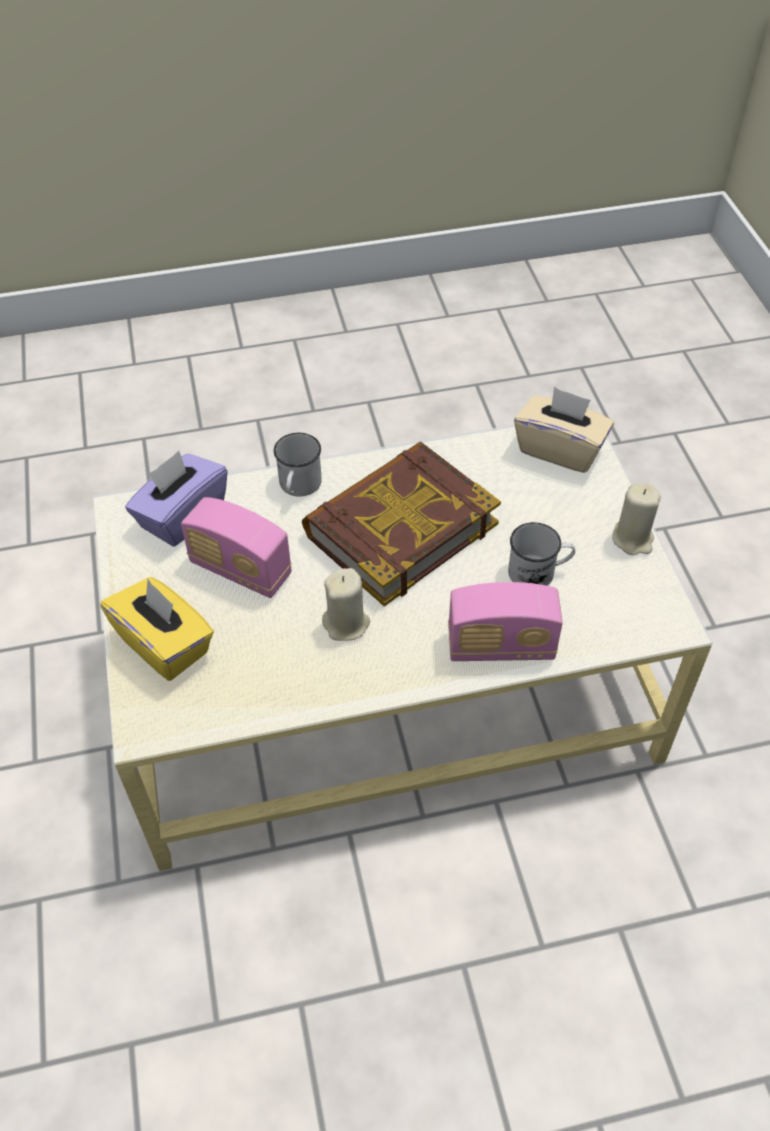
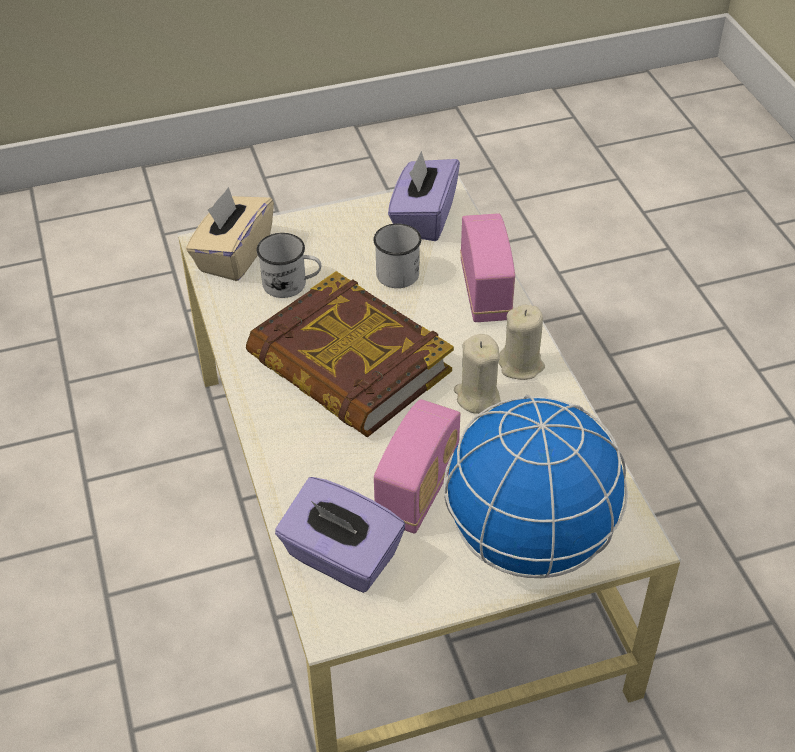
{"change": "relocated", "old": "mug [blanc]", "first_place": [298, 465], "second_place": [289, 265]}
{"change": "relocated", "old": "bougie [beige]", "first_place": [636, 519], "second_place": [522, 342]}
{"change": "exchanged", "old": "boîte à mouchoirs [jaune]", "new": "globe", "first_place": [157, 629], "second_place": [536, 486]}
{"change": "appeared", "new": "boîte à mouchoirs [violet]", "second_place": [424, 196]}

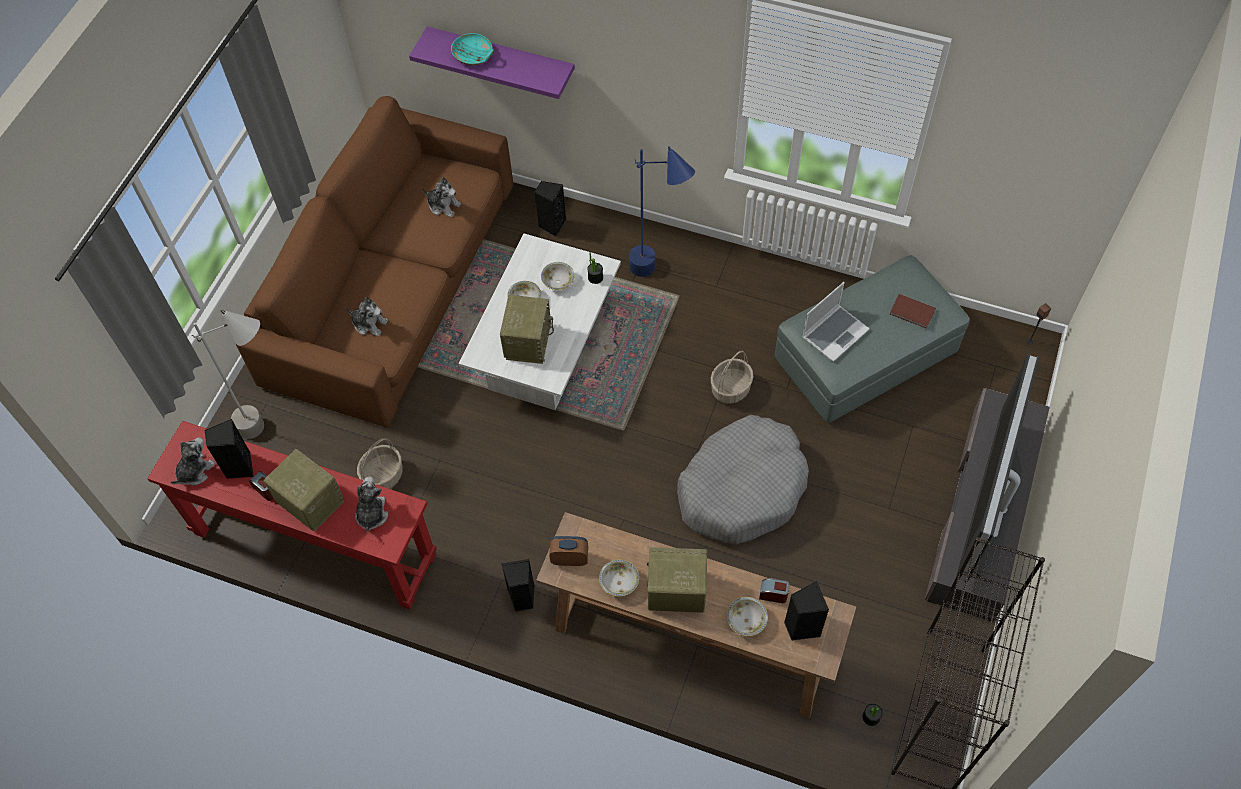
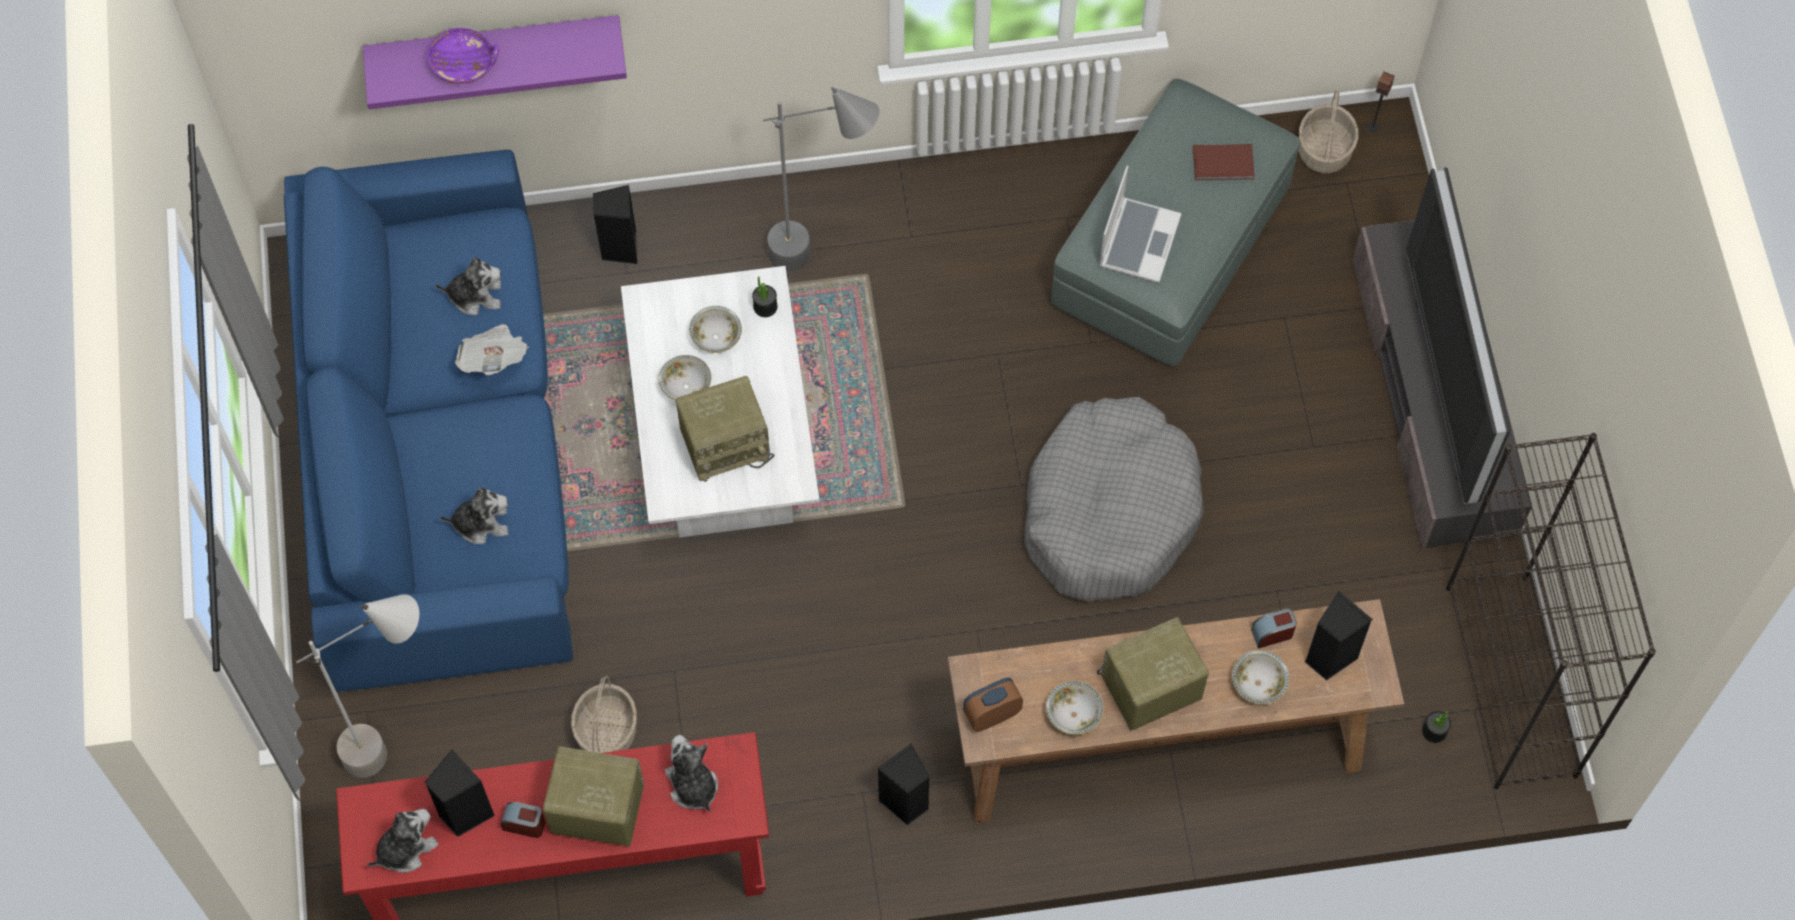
{"change": "colour", "old": "bol [turquoise]", "new": "bol [violet]", "first_place": [472, 49], "second_place": [462, 56]}
{"change": "colour", "old": "canapé [marron]", "new": "canapé [bleu]", "first_place": [374, 262], "second_place": [428, 421]}
{"change": "colour", "old": "lampadaire [bleu]", "new": "lampadaire [gris]", "first_place": [662, 211], "second_place": [821, 179]}
{"change": "spun", "old": "radio", "first_place": [527, 329], "second_place": [724, 429], "degrees": 90}
{"change": "relocated", "old": "panier", "first_place": [732, 377], "second_place": [1328, 131]}
{"change": "spun", "old": "peluche", "first_place": [193, 461], "second_place": [402, 841], "degrees": 45}
{"change": "appeared", "new": "journal", "second_place": [492, 349]}

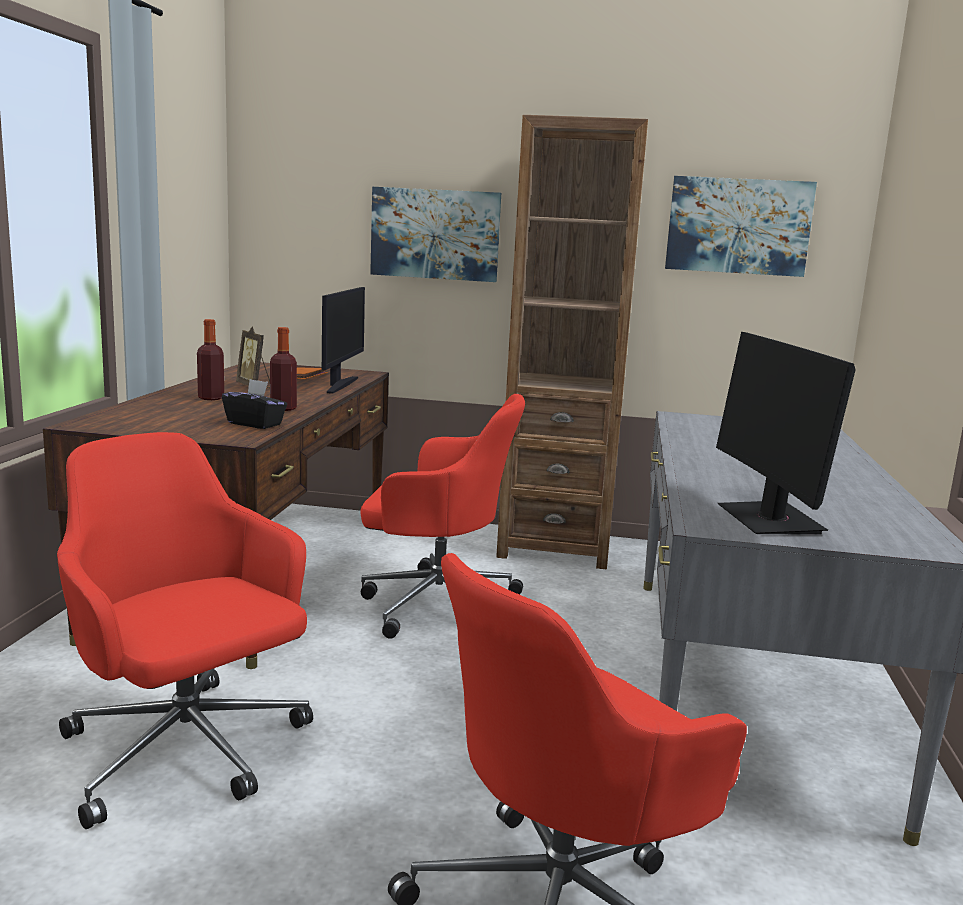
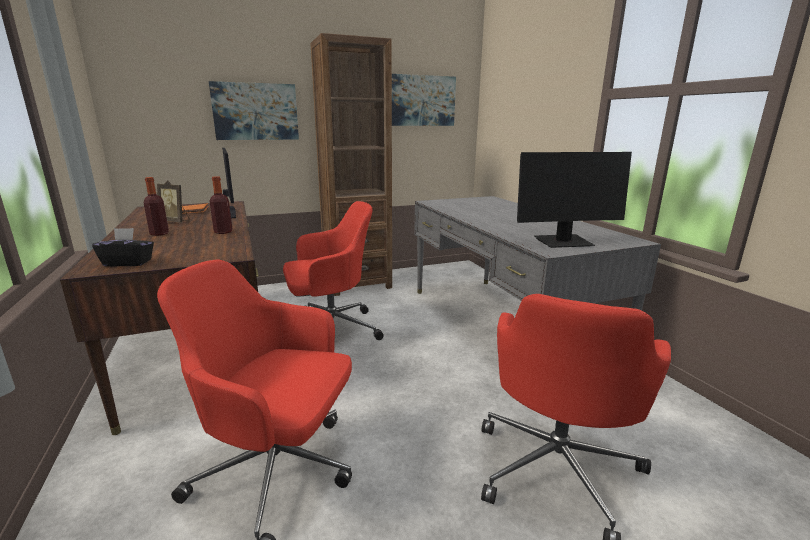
{"change": "spun", "old": "écran d'ordinateur", "first_place": [786, 433], "second_place": [574, 200], "degrees": -60}
{"change": "relocated", "old": "boîte à mouchoirs [noir]", "first_place": [254, 404], "second_place": [123, 247]}

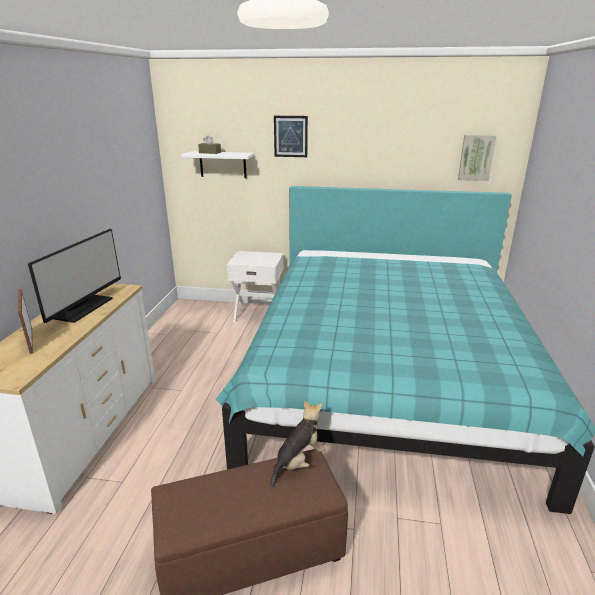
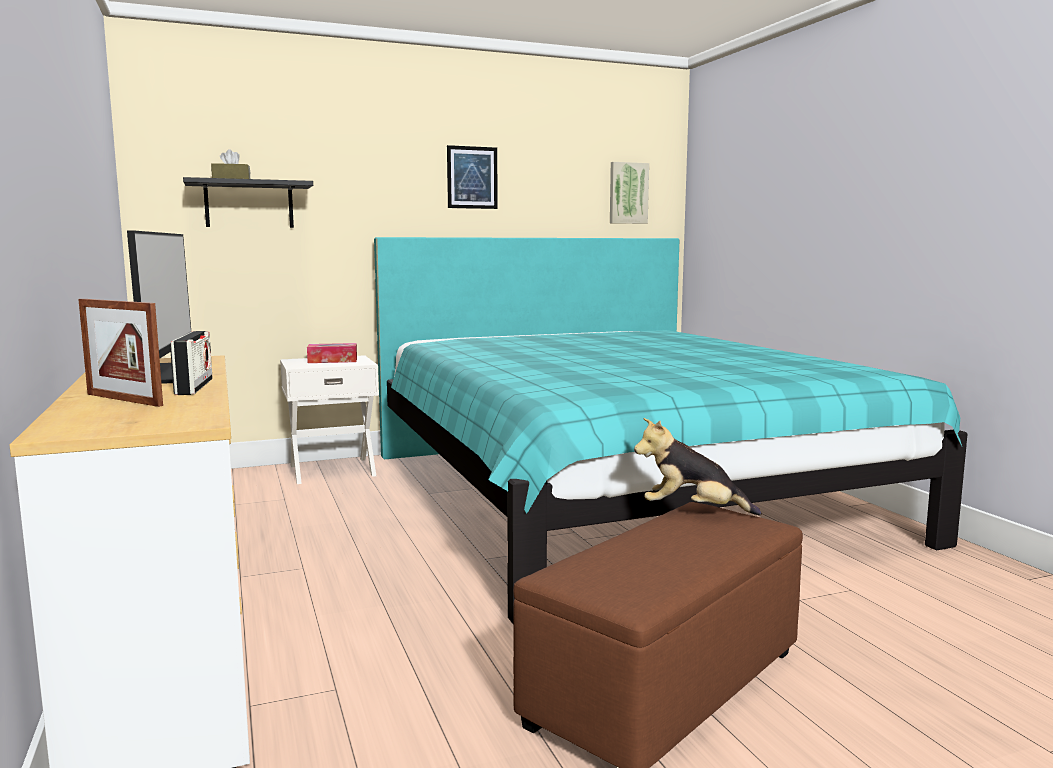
{"change": "relocated", "old": "tableau", "first_place": [291, 136], "second_place": [472, 177]}
{"change": "colour", "old": "étagère [blanc]", "new": "étagère [noir]", "first_place": [218, 164], "second_place": [248, 202]}
{"change": "spun", "old": "peluche", "first_place": [297, 444], "second_place": [697, 467], "degrees": -90}
{"change": "appeared", "new": "radio", "second_place": [191, 363]}
{"change": "appeared", "new": "boîte à mouchoirs", "second_place": [332, 353]}

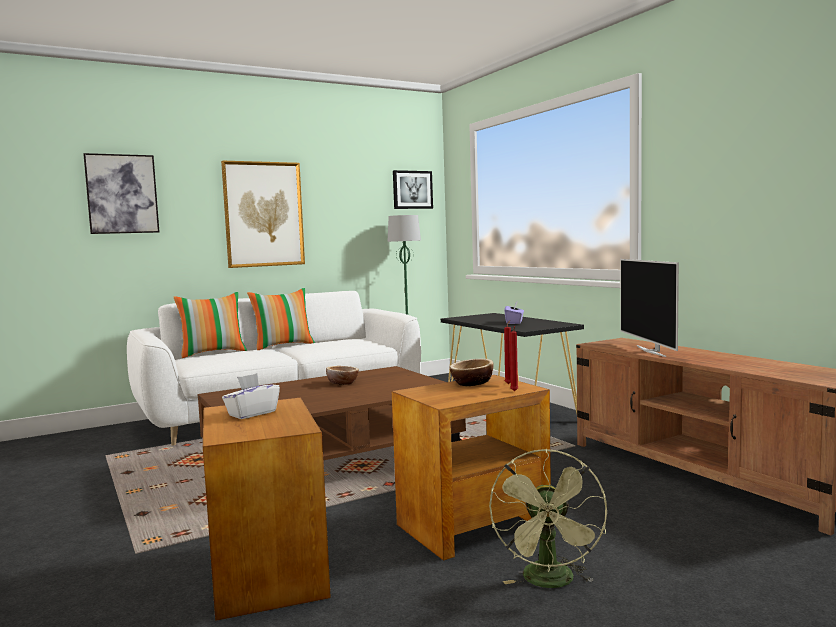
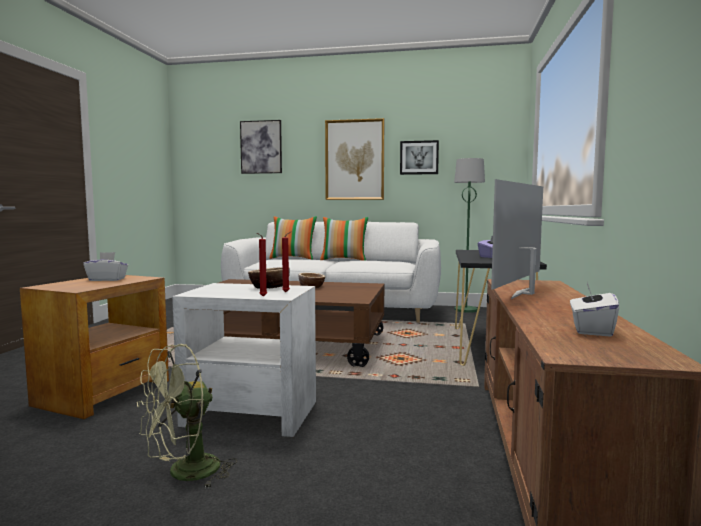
{"change": "relocated", "old": "tableau", "first_place": [413, 189], "second_place": [419, 157]}
{"change": "colour", "old": "table d'appoint [marron]", "new": "table d'appoint [blanc]", "first_place": [471, 468], "second_place": [244, 360]}
{"change": "appeared", "new": "boîte à mouchoirs [blanc]", "second_place": [594, 309]}

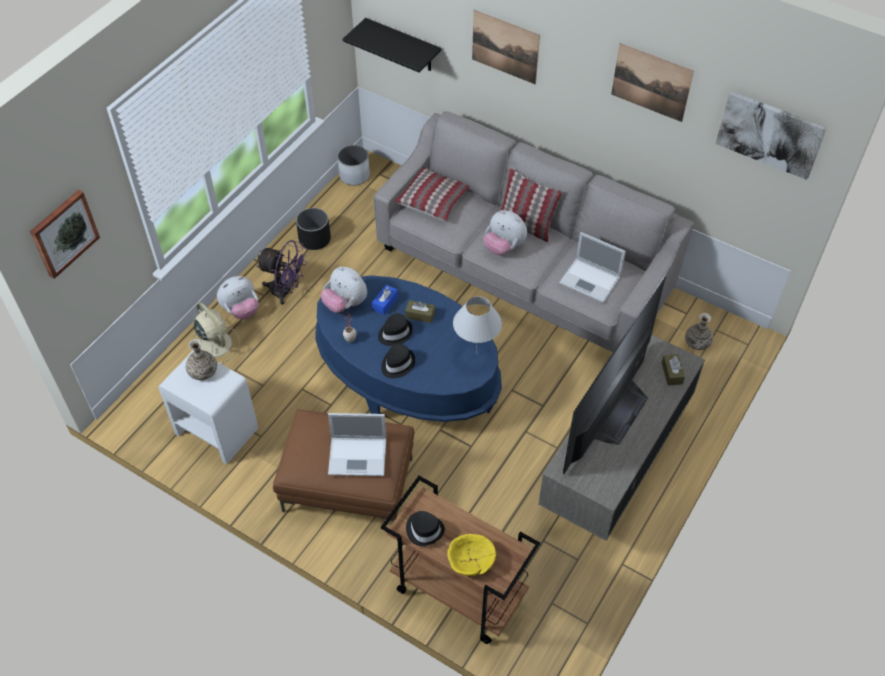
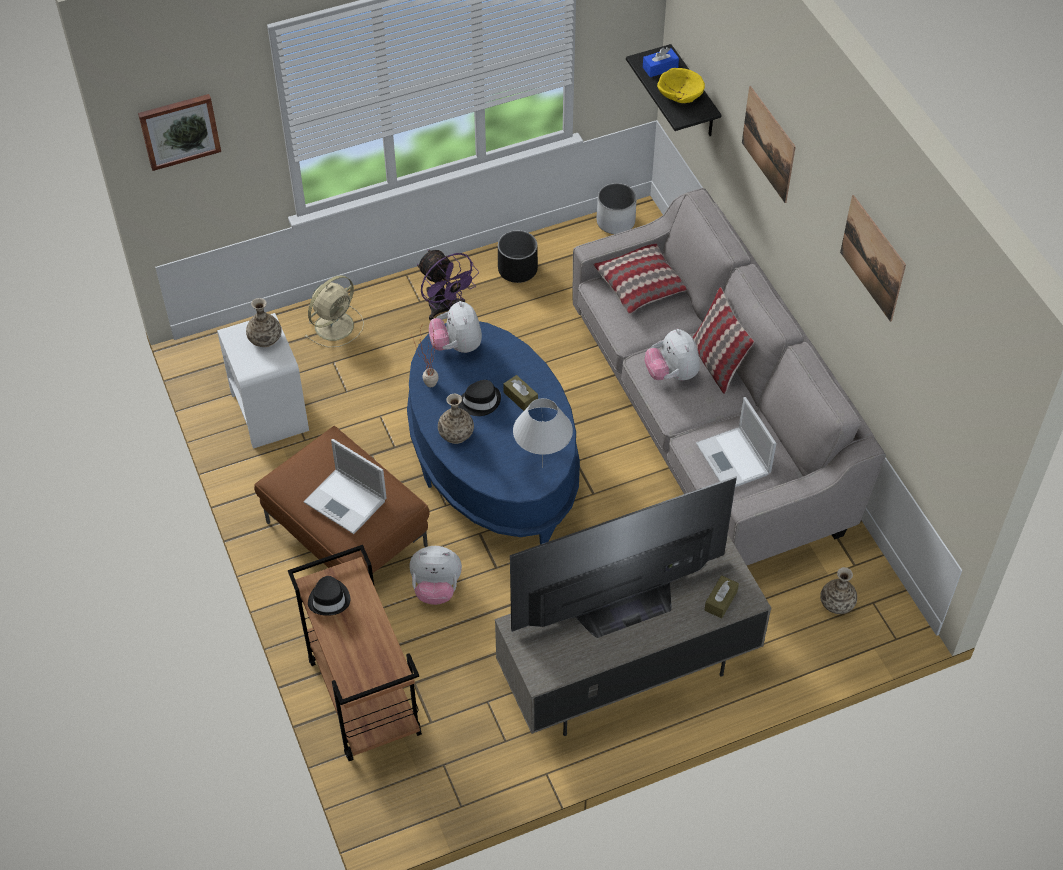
{"change": "missing", "old": "tableau", "first_place": [771, 135]}
{"change": "relocated", "old": "peluche", "first_place": [238, 297], "second_place": [435, 575]}
{"change": "relocated", "old": "boîte à mouchoirs [bleu]", "first_place": [385, 300], "second_place": [661, 62]}
{"change": "spun", "old": "ventilateur [beige]", "first_place": [215, 333], "second_place": [334, 311], "degrees": 45}
{"change": "exchanged", "old": "chapeau [noir]", "new": "vase", "first_place": [398, 361], "second_place": [456, 419]}
{"change": "relocated", "old": "bol [jaune]", "first_place": [471, 555], "second_place": [681, 85]}

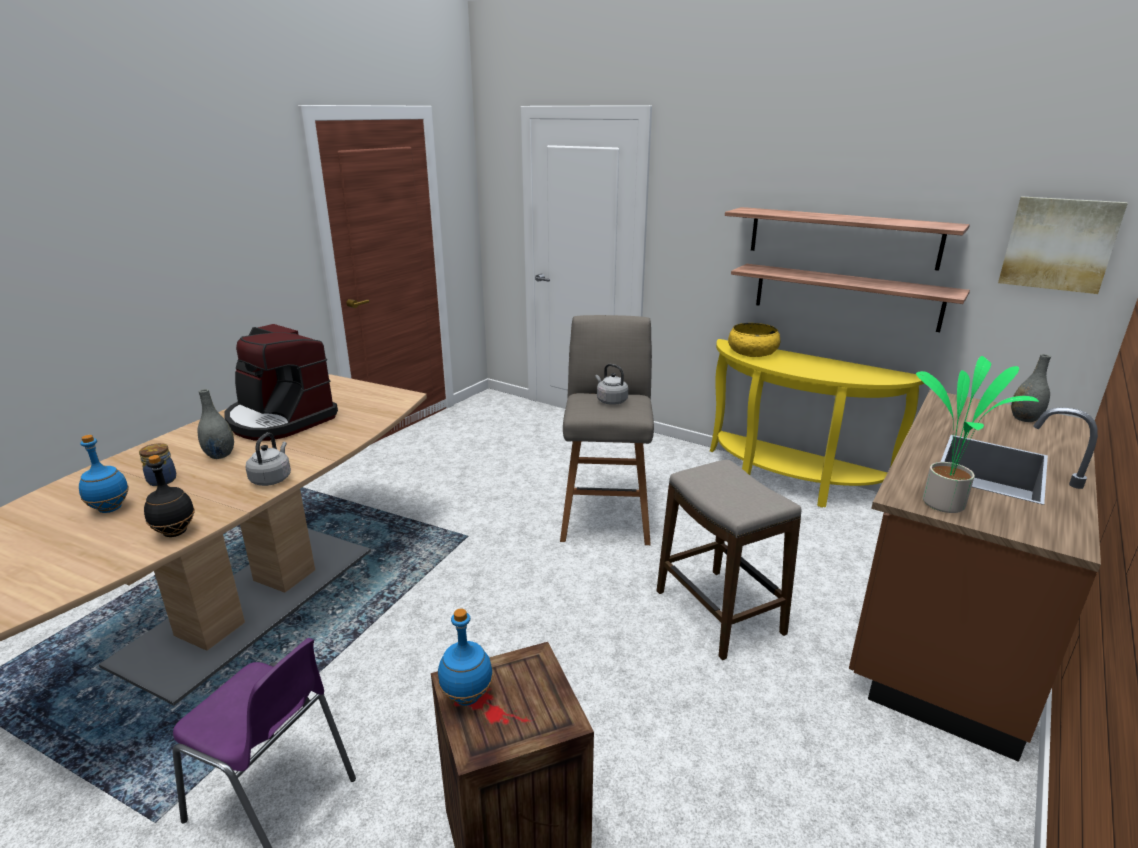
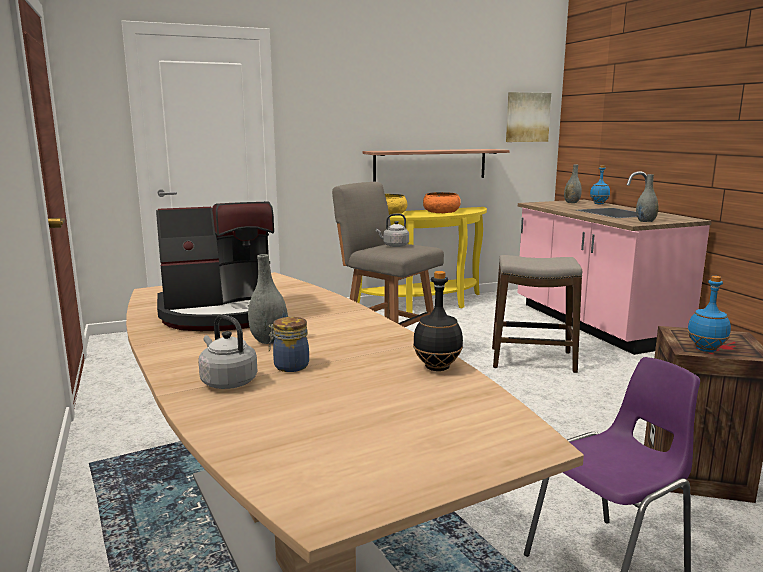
{"change": "missing", "old": "étagère", "first_place": [847, 239]}
{"change": "exchanged", "old": "plante en pot", "new": "vase [gris]", "first_place": [977, 434], "second_place": [647, 198]}
{"change": "colour", "old": "comptoir de cuisine [marron]", "new": "comptoir de cuisine [rose]", "first_place": [975, 576], "second_place": [614, 263]}
{"change": "relocated", "old": "bouilloire [gris]", "first_place": [268, 459], "second_place": [227, 351]}
{"change": "relocated", "old": "bouteille [bleu]", "first_place": [104, 474], "second_place": [600, 184]}
{"change": "appeared", "new": "bol [orange]", "second_place": [442, 202]}

